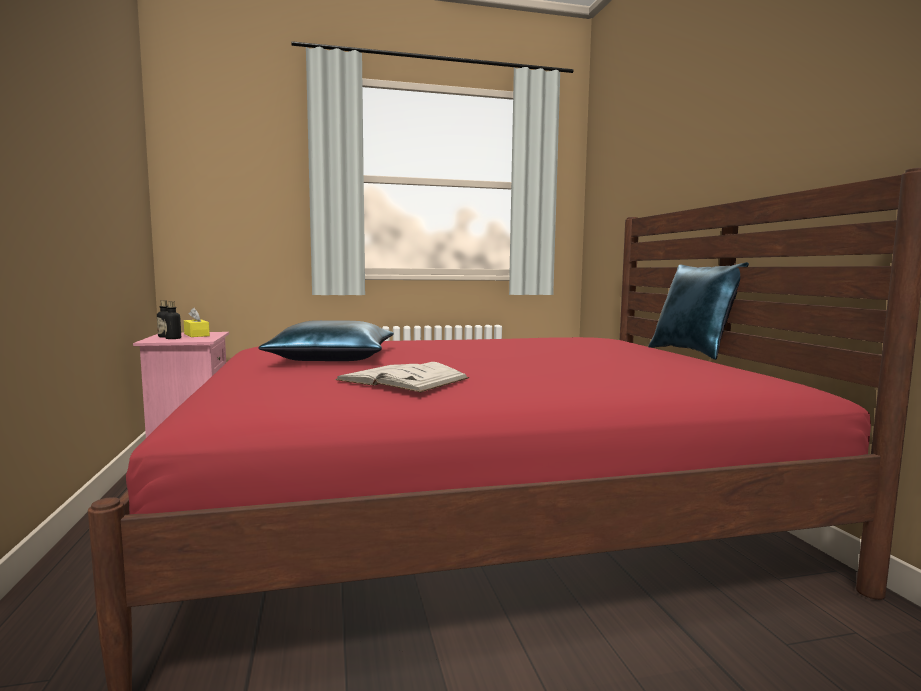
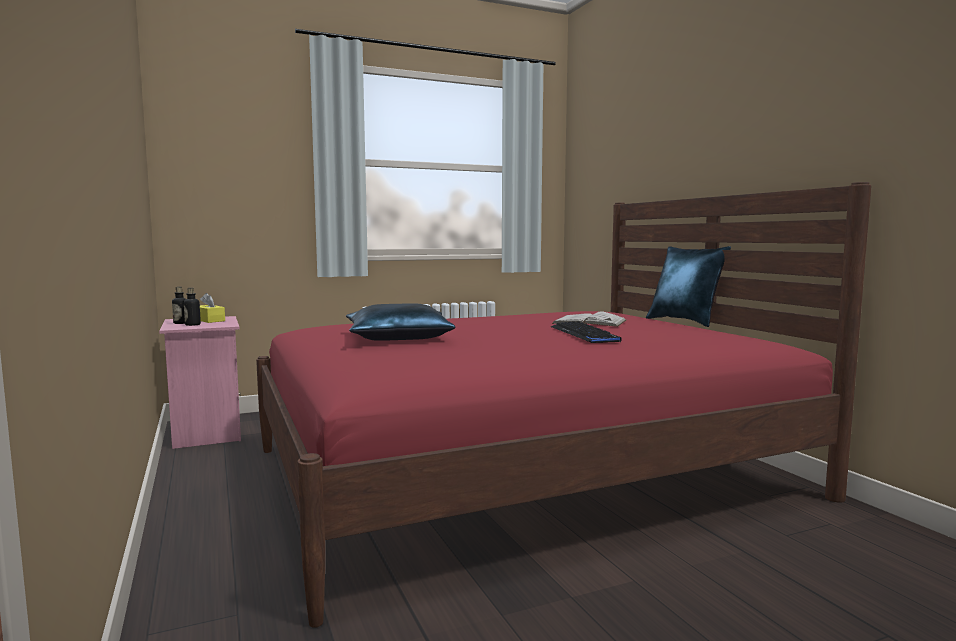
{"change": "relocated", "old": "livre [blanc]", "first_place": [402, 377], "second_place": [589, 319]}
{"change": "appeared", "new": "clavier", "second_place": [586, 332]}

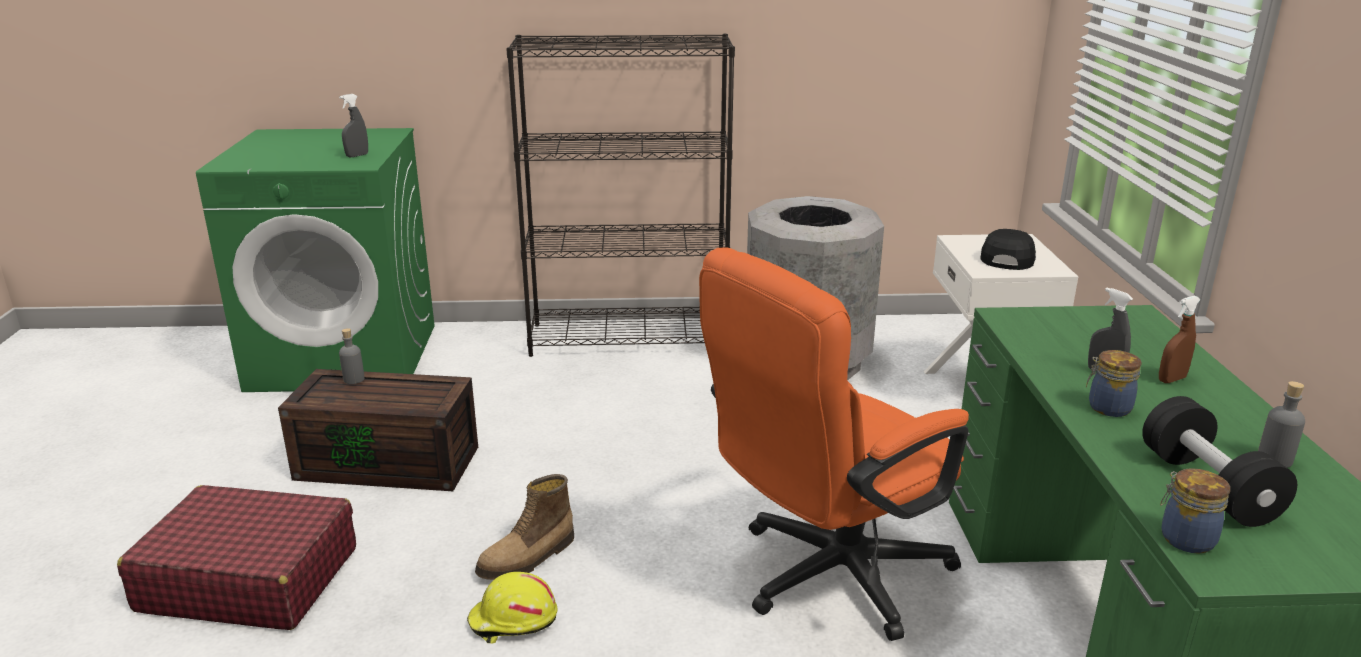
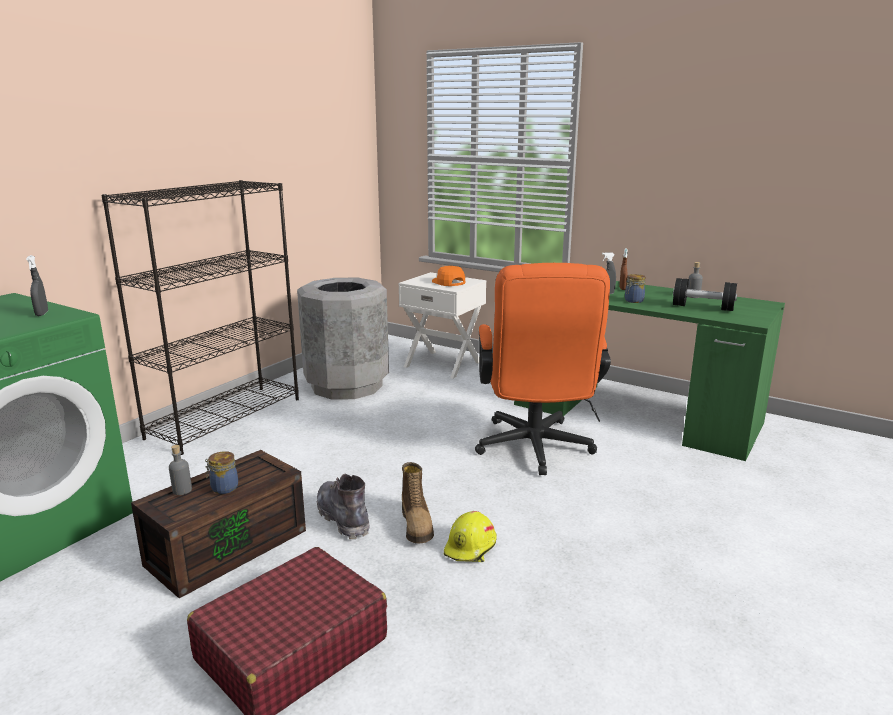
{"change": "colour", "old": "casquette [noir]", "new": "casquette [orange]", "first_place": [1008, 249], "second_place": [448, 276]}
{"change": "relocated", "old": "bocal", "first_place": [1195, 511], "second_place": [221, 472]}
{"change": "appeared", "new": "botte [gris]", "second_place": [343, 506]}

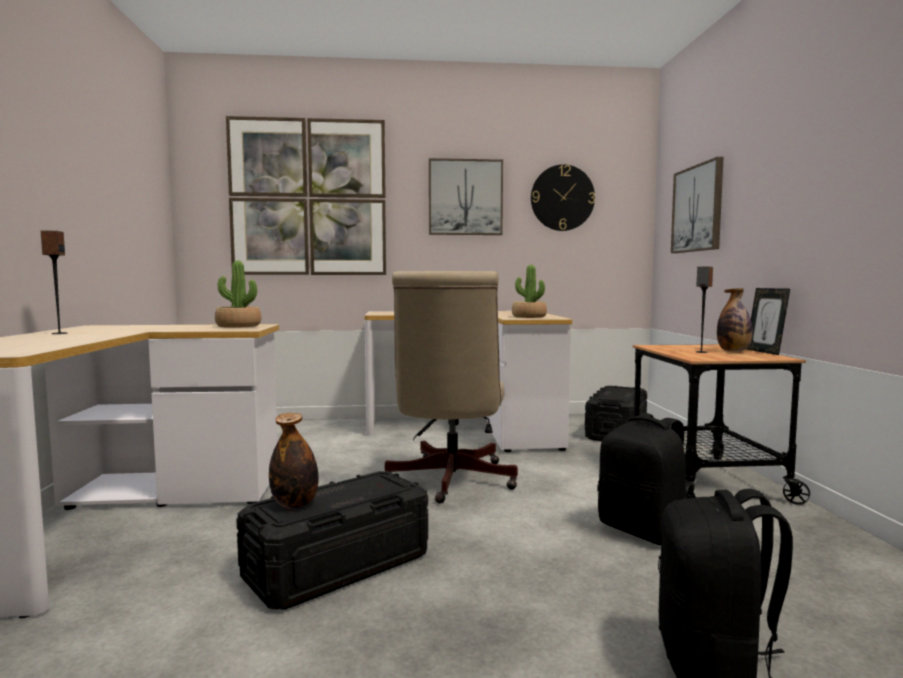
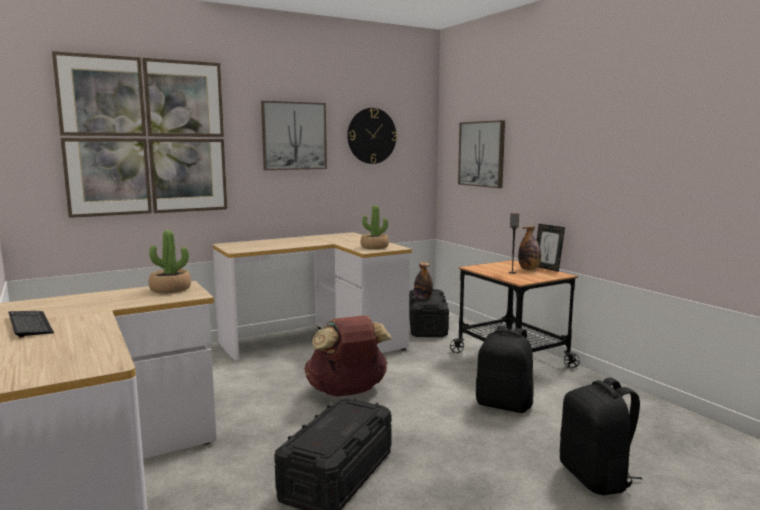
{"change": "exchanged", "old": "enceinte", "new": "clavier", "first_place": [54, 282], "second_place": [31, 324]}
{"change": "exchanged", "old": "chaise de bureau [beige]", "new": "sac à dos [marron]", "first_place": [451, 387], "second_place": [348, 356]}
{"change": "relocated", "old": "bouteille", "first_place": [294, 460], "second_place": [423, 280]}

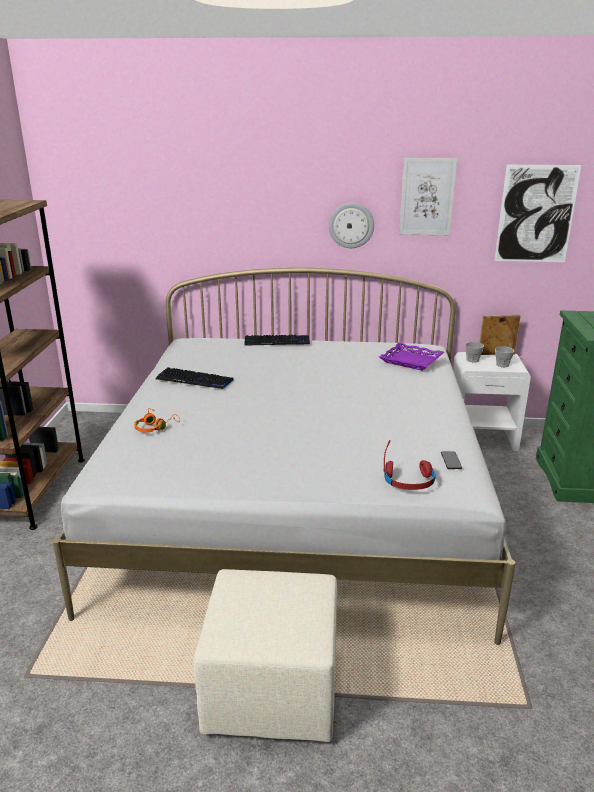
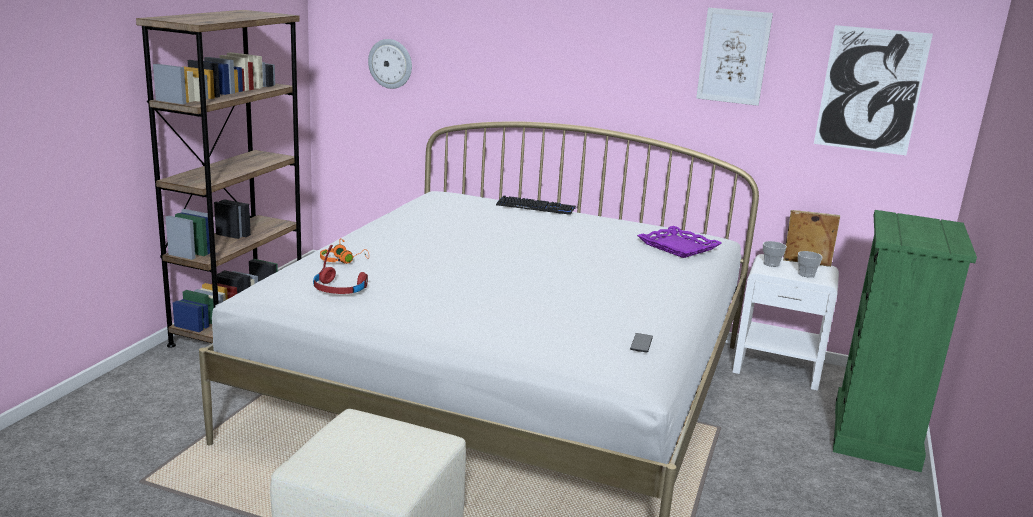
{"change": "relocated", "old": "horloge murale", "first_place": [351, 225], "second_place": [390, 64]}
{"change": "missing", "old": "clavier", "first_place": [194, 378]}
{"change": "relocated", "old": "casque audio [rouge]", "first_place": [409, 465], "second_place": [340, 269]}

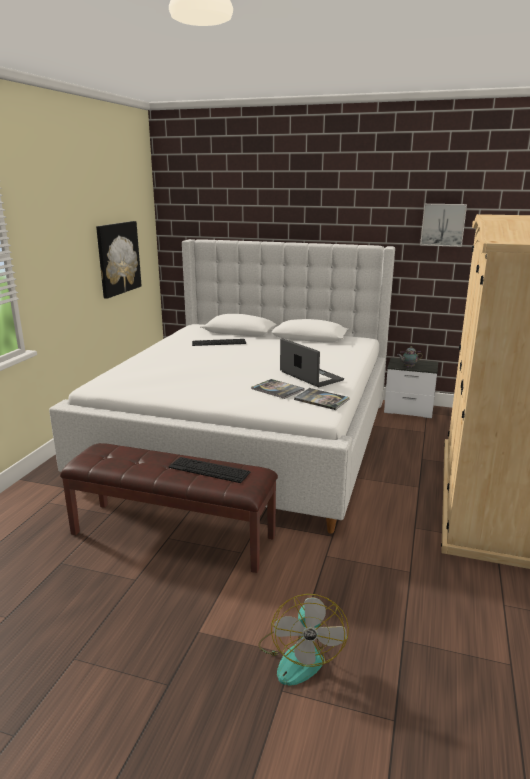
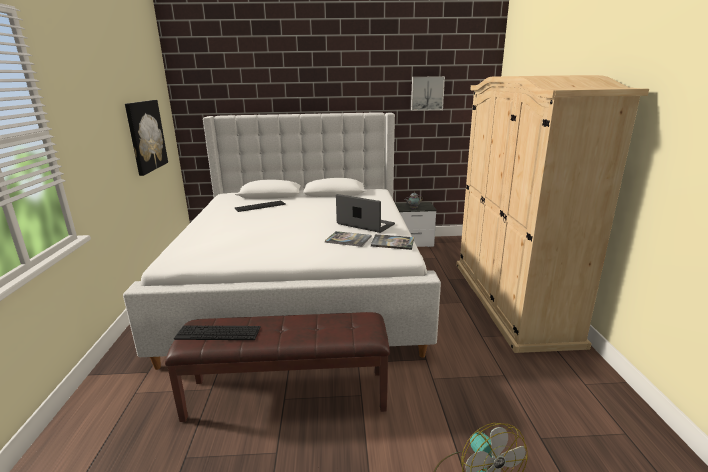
{"change": "relocated", "old": "clavier", "first_place": [210, 470], "second_place": [217, 332]}

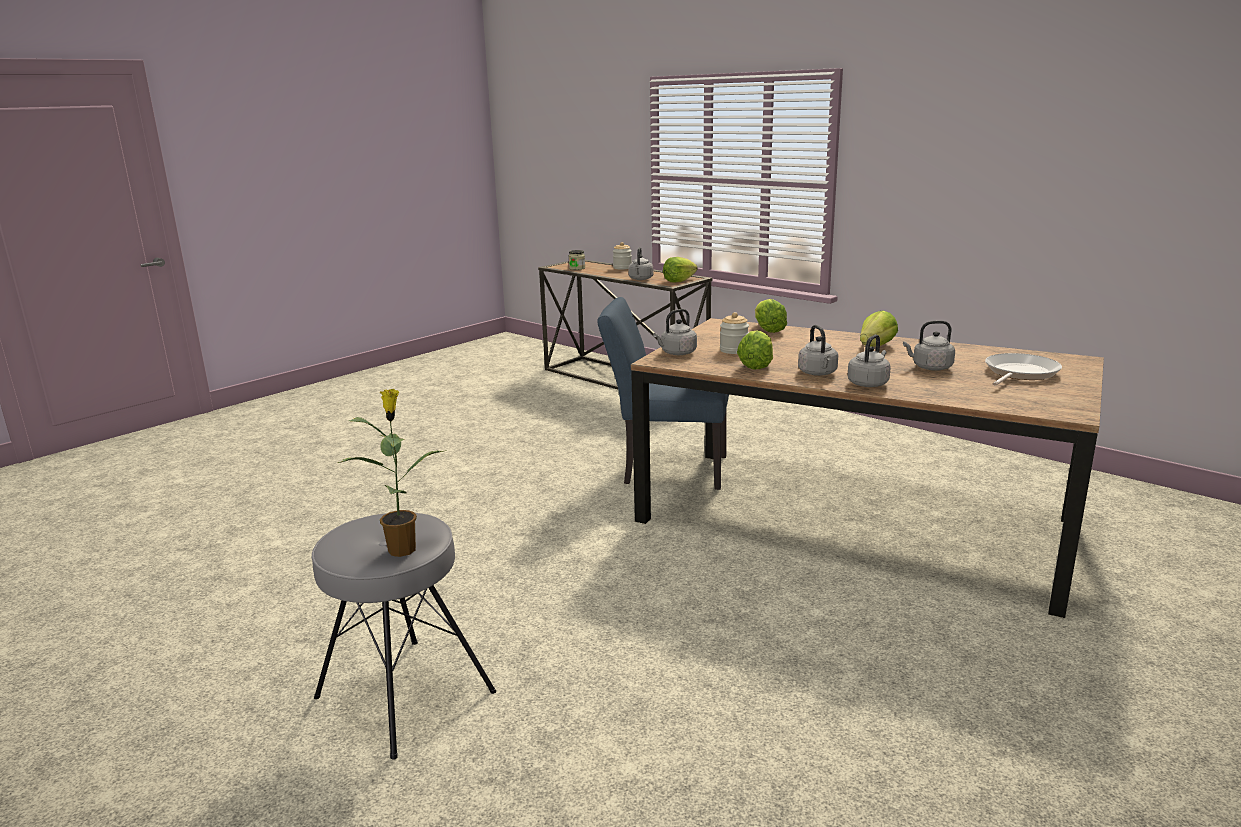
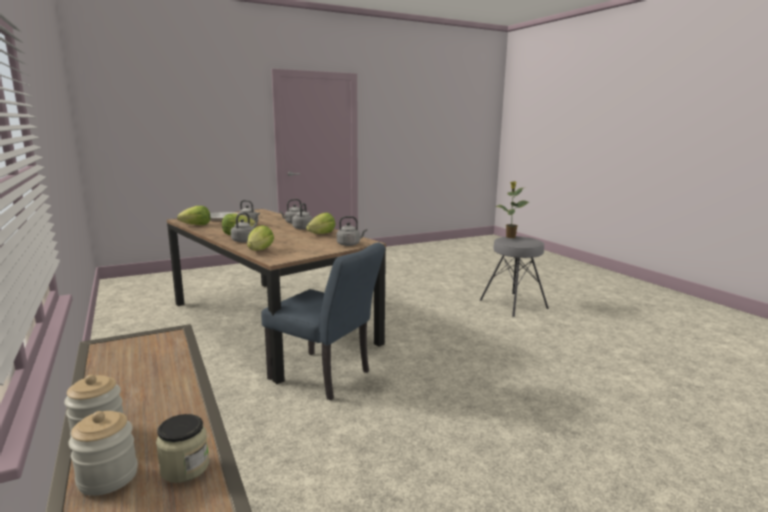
{"change": "relocated", "old": "bouilloire [gris]", "first_place": [640, 263], "second_place": [244, 227]}
{"change": "relocated", "old": "laitue", "first_place": [680, 269], "second_place": [194, 215]}
{"change": "relocated", "old": "bocal", "first_place": [734, 333], "second_place": [103, 453]}

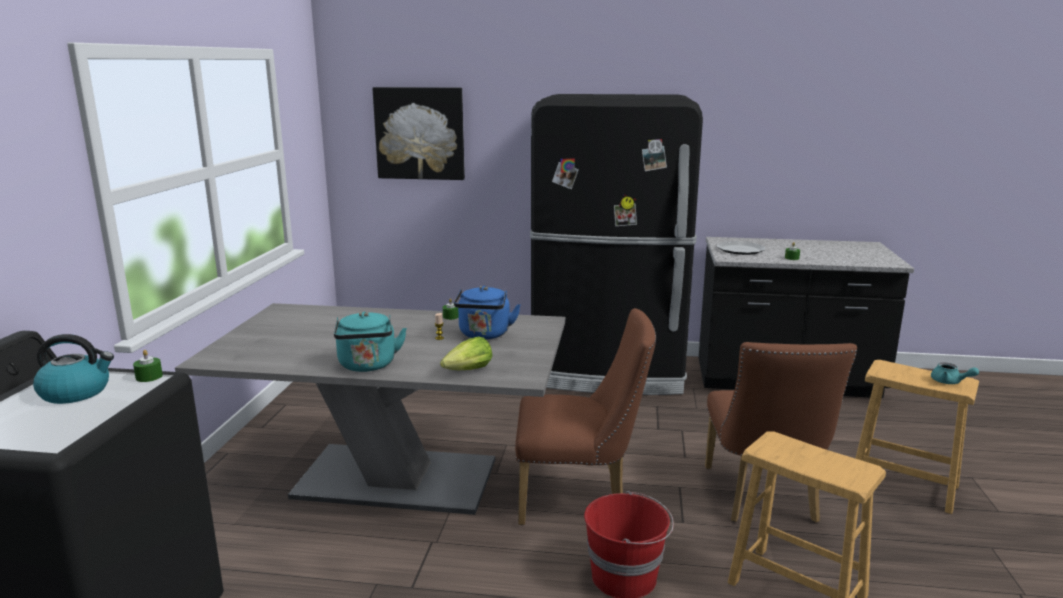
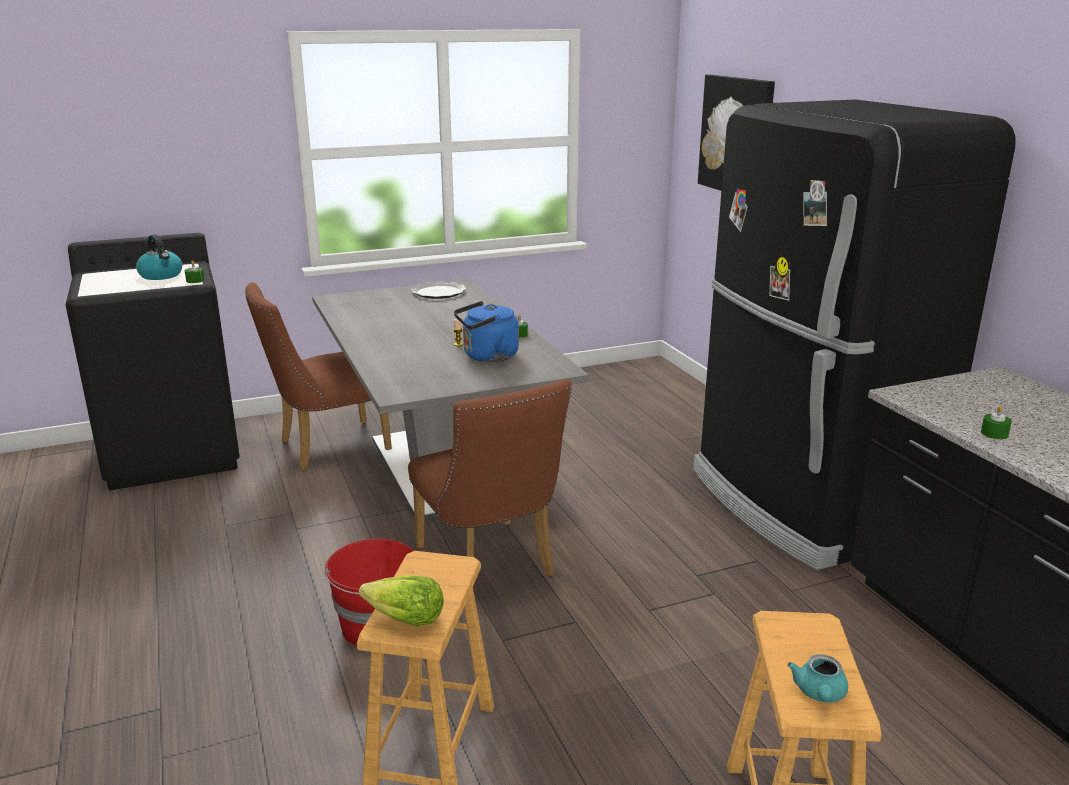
{"change": "relocated", "old": "assiette", "first_place": [741, 248], "second_place": [438, 290]}
{"change": "missing", "old": "bouilloire [turquoise]", "first_place": [370, 342]}
{"change": "relocated", "old": "laitue", "first_place": [466, 353], "second_place": [401, 600]}
{"change": "relocated", "old": "chaise [marron]", "first_place": [781, 432], "second_place": [318, 376]}

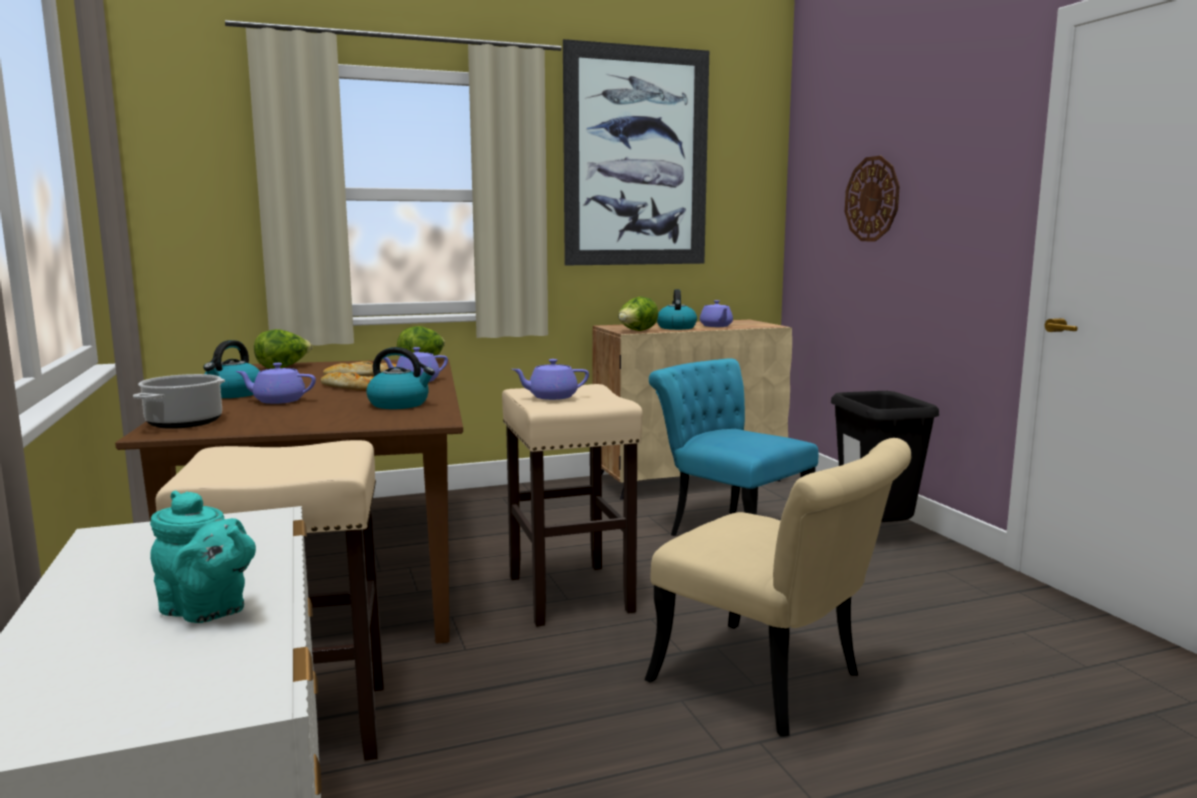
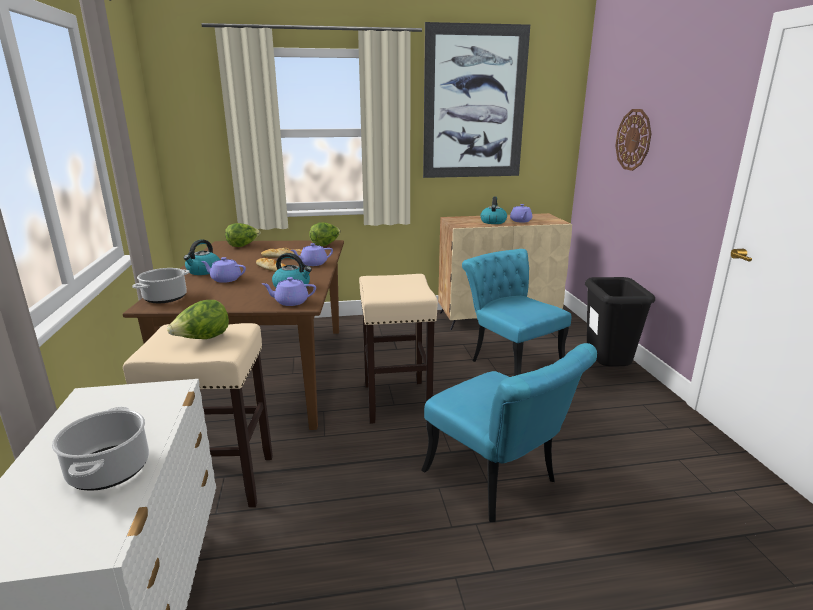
{"change": "relocated", "old": "laitue", "first_place": [638, 314], "second_place": [198, 319]}
{"change": "relocated", "old": "théière [violet]", "first_place": [550, 379], "second_place": [289, 291]}
{"change": "colour", "old": "chaise [beige]", "new": "chaise [turquoise]", "first_place": [778, 587], "second_place": [509, 432]}
{"change": "exchanged", "old": "théière [turquoise]", "new": "marmite", "first_place": [203, 557], "second_place": [100, 449]}

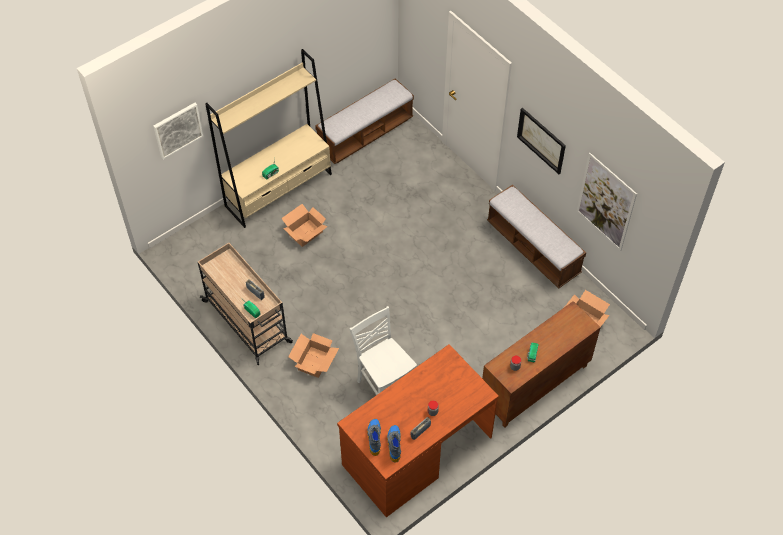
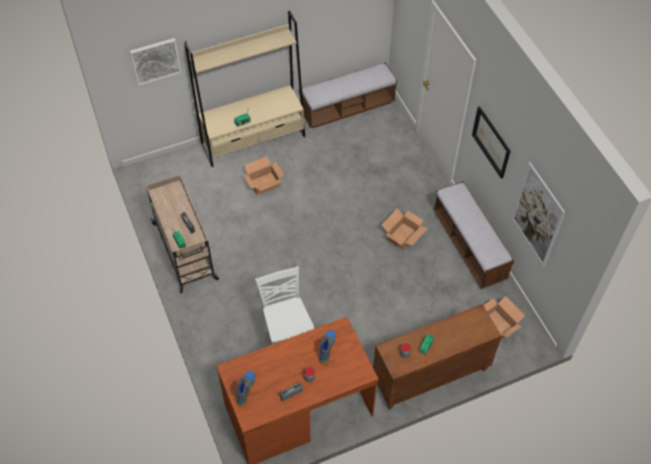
{"change": "relocated", "old": "carton", "first_place": [313, 355], "second_place": [404, 229]}
{"change": "relocated", "old": "botte", "first_place": [394, 444], "second_place": [327, 347]}

